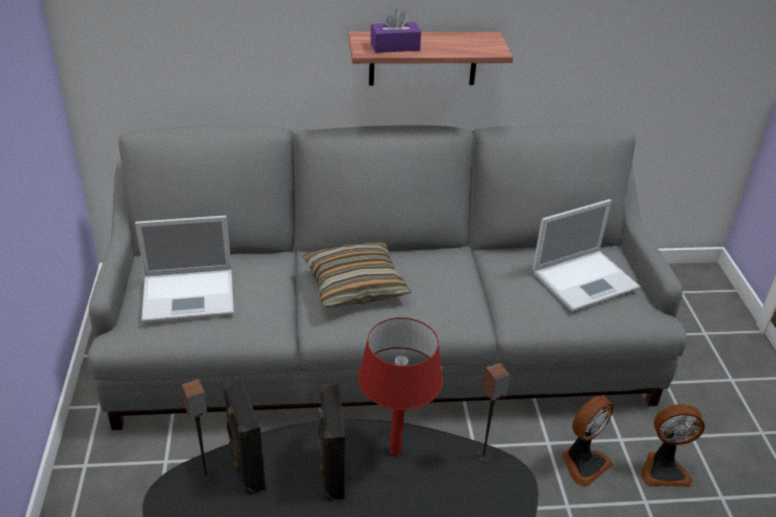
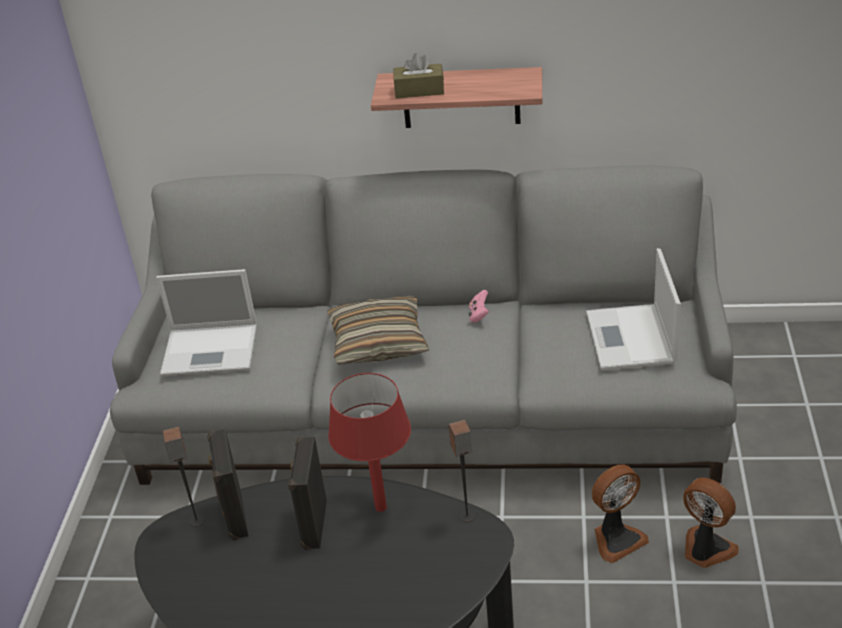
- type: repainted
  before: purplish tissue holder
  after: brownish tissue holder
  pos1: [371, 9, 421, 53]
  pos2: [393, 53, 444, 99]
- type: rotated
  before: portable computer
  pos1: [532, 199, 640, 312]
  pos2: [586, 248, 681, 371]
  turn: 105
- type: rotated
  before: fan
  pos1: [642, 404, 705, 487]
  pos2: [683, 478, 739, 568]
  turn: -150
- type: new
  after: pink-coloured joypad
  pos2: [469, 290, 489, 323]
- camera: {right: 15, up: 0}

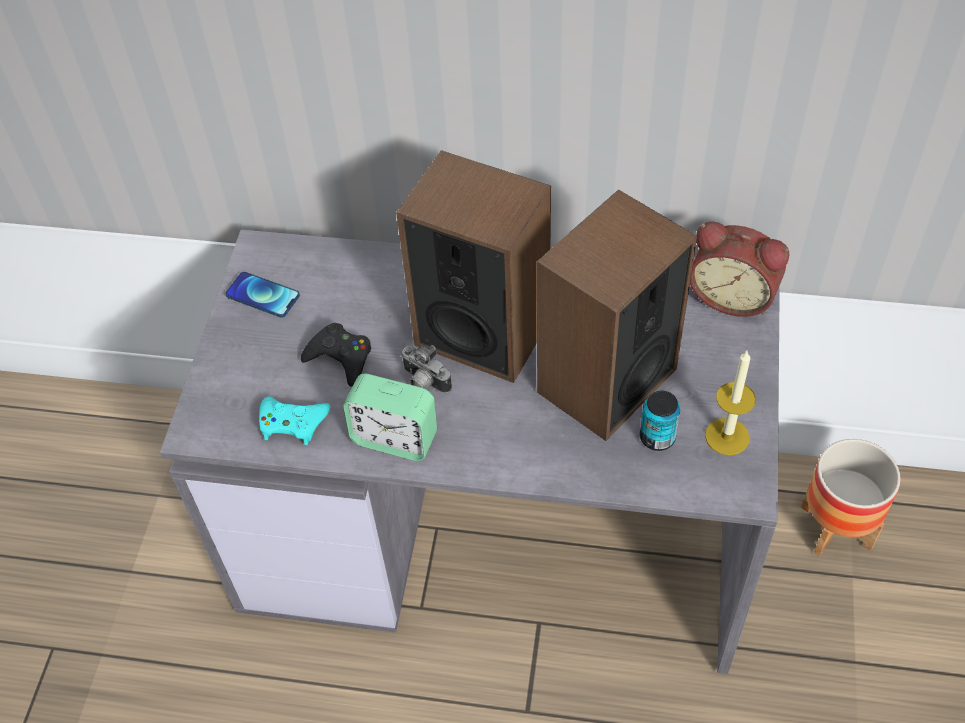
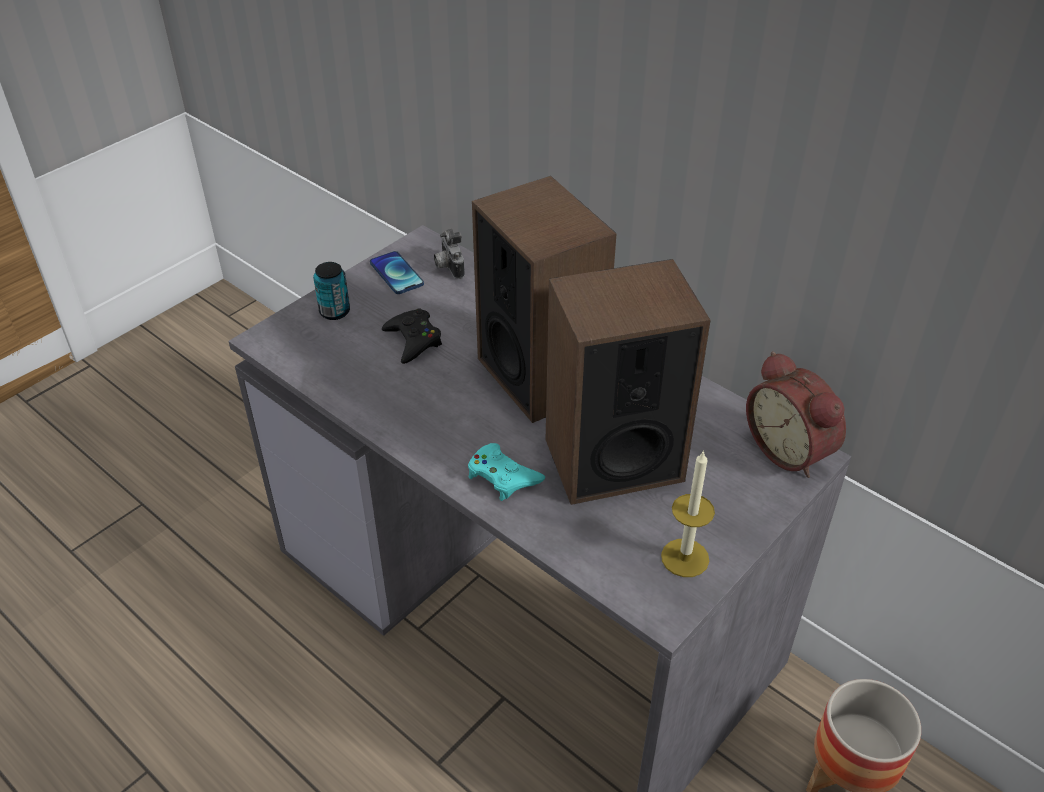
- type: shifted
  before: photo camera
  pos1: [401, 345, 452, 394]
  pos2: [434, 229, 465, 279]
- type: gone
  before: bedside clock
  pos1: [343, 374, 437, 461]
- type: shifted
  before: metal can
  pos1: [640, 391, 680, 451]
  pos2: [313, 262, 350, 320]
- type: shifted
  before: turquoise-coloured joypad
  pos1: [259, 396, 331, 445]
  pos2: [468, 443, 545, 501]
- camera: {right: 30, up: -10}

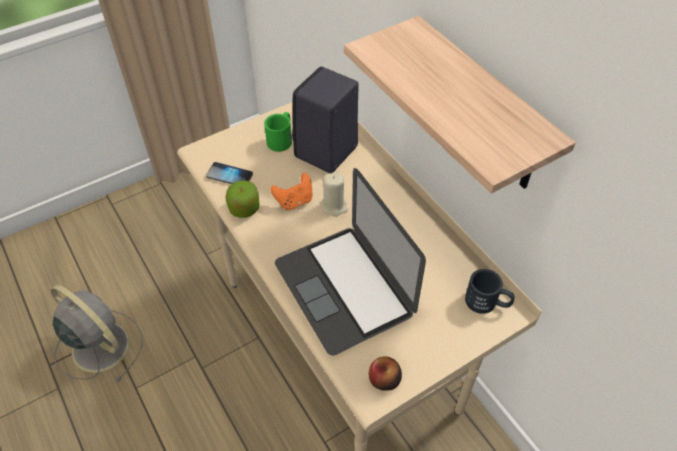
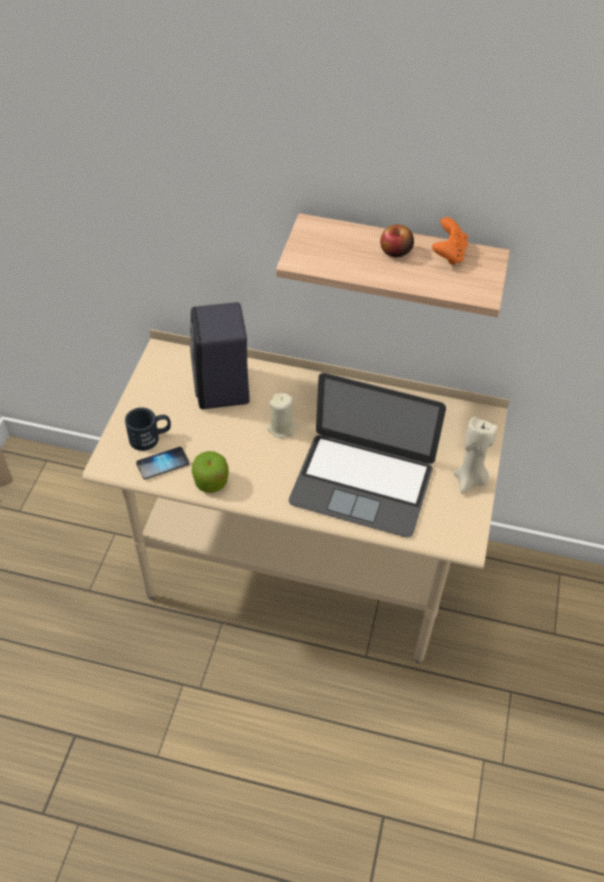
- type: gone
  before: green coffee mug
  pos1: [264, 112, 292, 152]
- type: shifted
  before: orange joypad
  pos1: [270, 173, 312, 210]
  pos2: [432, 217, 468, 266]
- type: shifted
  before: black-coloured coffee mug
  pos1: [465, 269, 515, 314]
  pos2: [125, 407, 171, 451]
- type: gone
  before: grey fan
  pos1: [51, 284, 142, 382]
- type: shifted
  before: apple
  pos1: [369, 356, 402, 391]
  pos2: [380, 225, 414, 257]
- type: new
  after: beige-coloured wax light
  pos2: [453, 417, 498, 494]
- camera: {right: -45, up: 0}

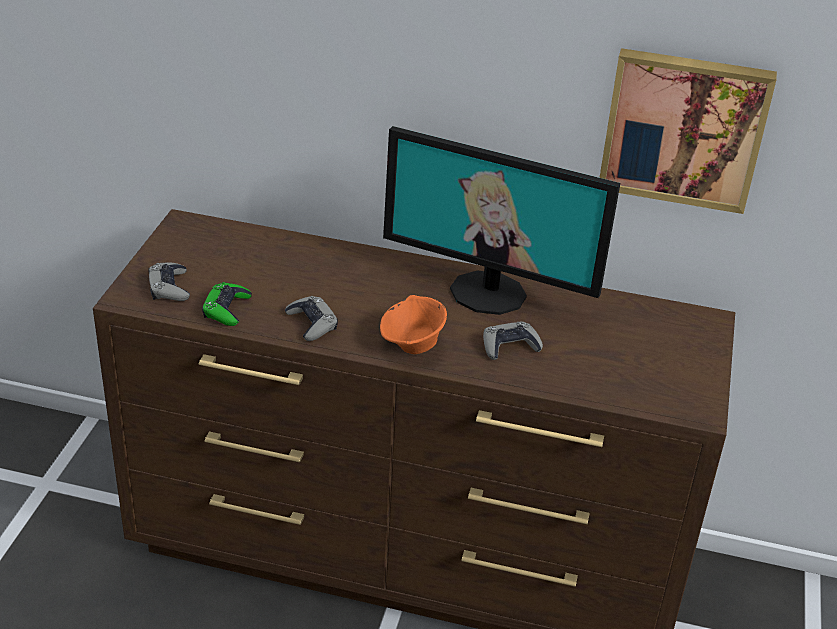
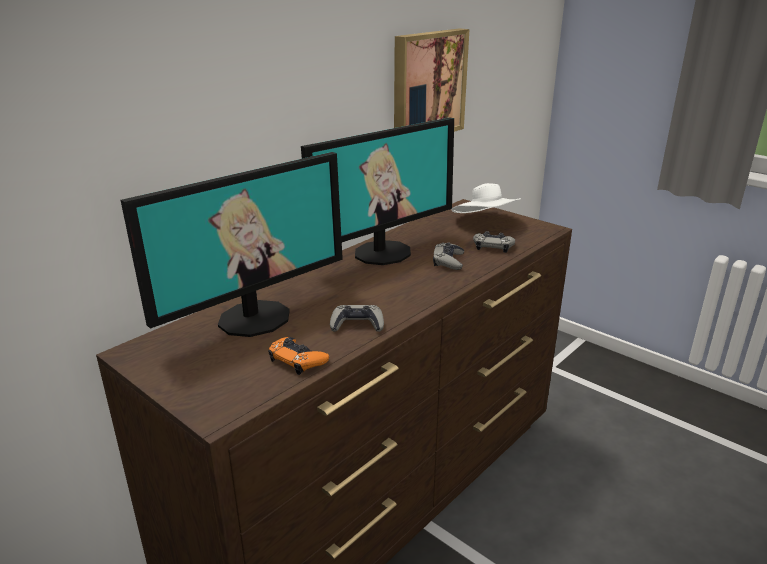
- type: shifted
  before: grey joypad
  pos1: [148, 262, 190, 301]
  pos2: [473, 231, 515, 253]
- type: repainted
  before: green joypad
  after: orange joypad
  pos1: [202, 282, 252, 326]
  pos2: [268, 337, 329, 375]
- type: gone
  before: orange deep dish
  pos1: [380, 295, 447, 354]
- type: new
  after: computer screen
  pos2: [121, 152, 343, 337]
- type: new
  after: white hat
  pos2: [451, 183, 521, 213]
- camera: {right: -60, up: -10}

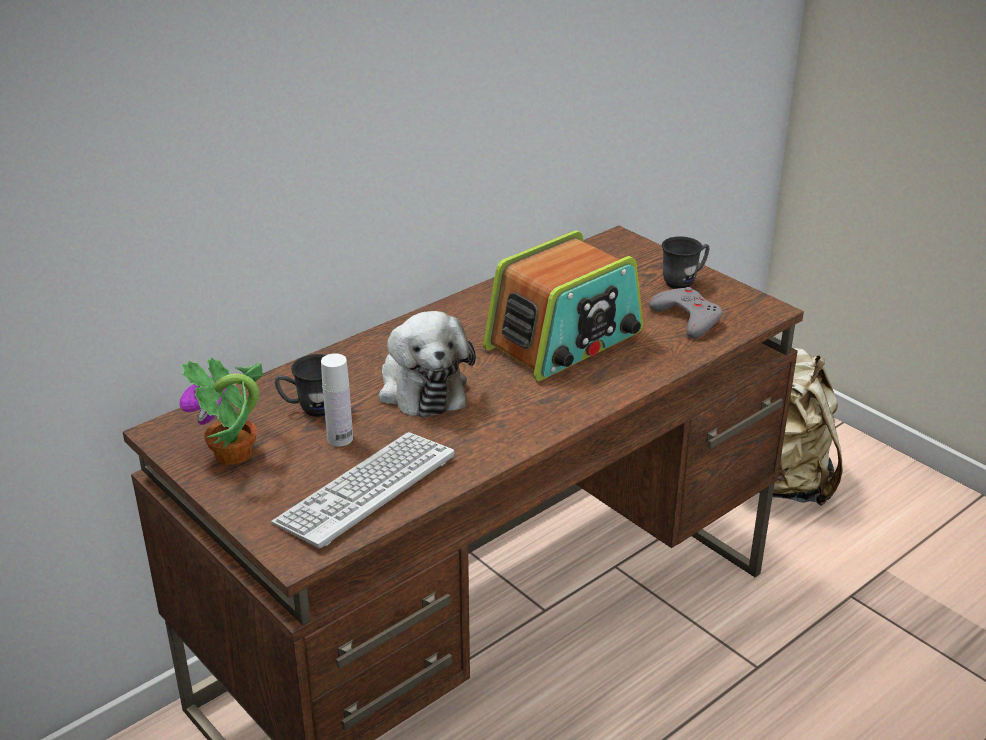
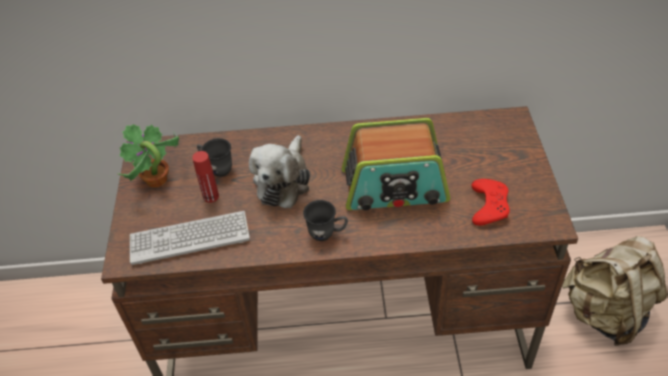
- type: shifted
  before: grey coffee mug
  pos1: [662, 236, 709, 289]
  pos2: [303, 200, 348, 241]
- type: repainted
  before: grey joypad
  after: red-coloured joypad
  pos1: [649, 287, 722, 338]
  pos2: [471, 179, 510, 226]
- type: repainted
  before: white drink bottle
  after: red-coloured drink bottle
  pos1: [321, 353, 353, 447]
  pos2: [192, 151, 219, 203]
- camera: {right: 40, up: 15}

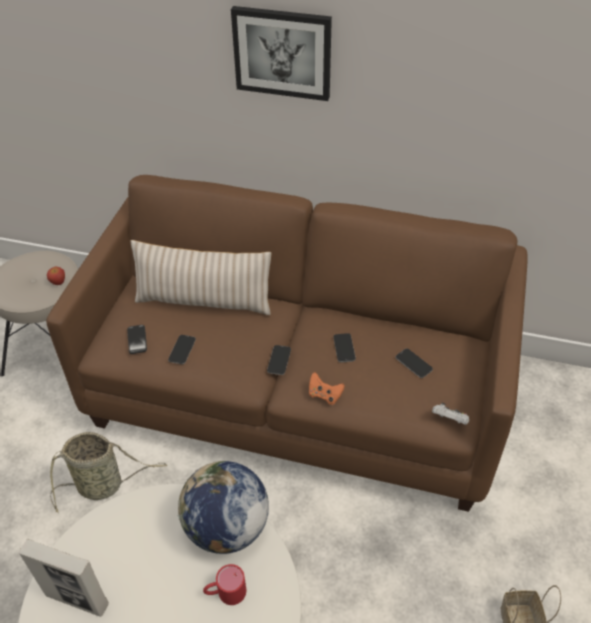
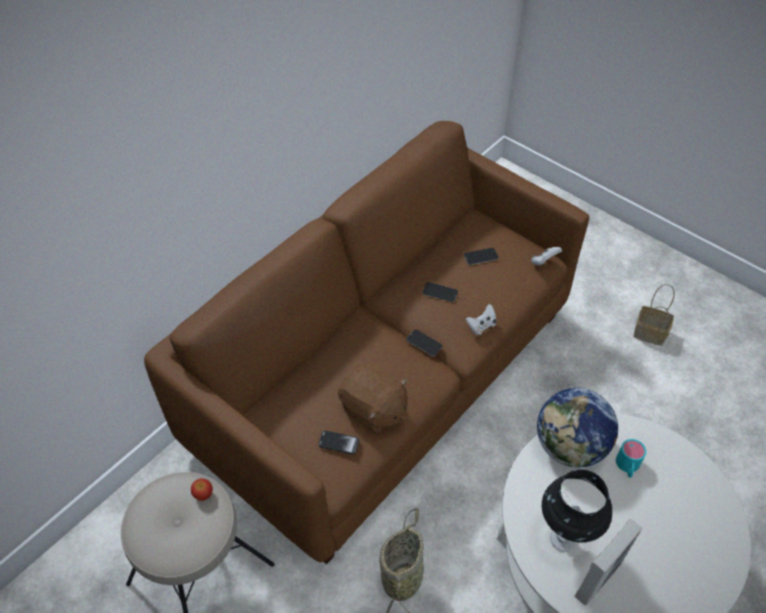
- type: gone
  before: wall art
  pos1: [231, 6, 332, 101]
- type: gone
  before: beige-coloured pillow
  pos1: [131, 240, 271, 315]
- type: swapped
  before: telephone
  after: brownish plush toy
  pos1: [168, 335, 196, 364]
  pos2: [338, 362, 408, 434]
- type: repainted
  before: orange joypad
  after: white joypad
  pos1: [309, 372, 345, 405]
  pos2: [466, 304, 497, 335]
- type: repainted
  before: red-coloured coffee mug
  after: turquoise-coloured coffee mug
  pos1: [203, 564, 246, 605]
  pos2: [616, 439, 646, 478]
- type: new
  after: black-coloured lamp for a table
  pos2: [542, 469, 612, 552]
- camera: {right: -65, up: 5}

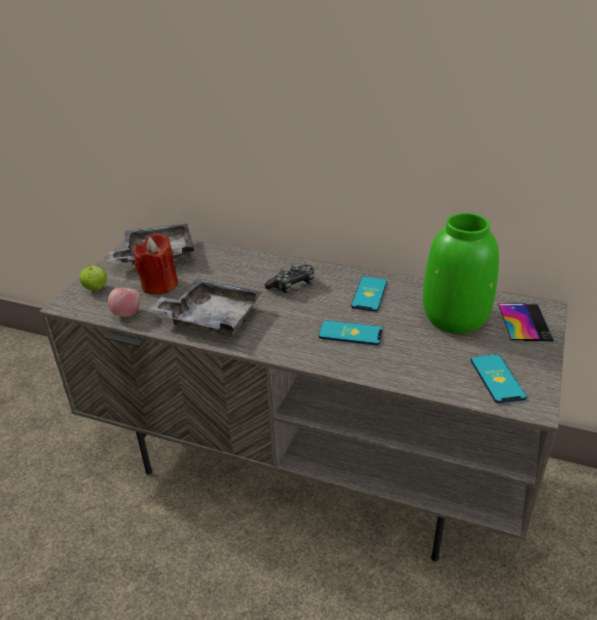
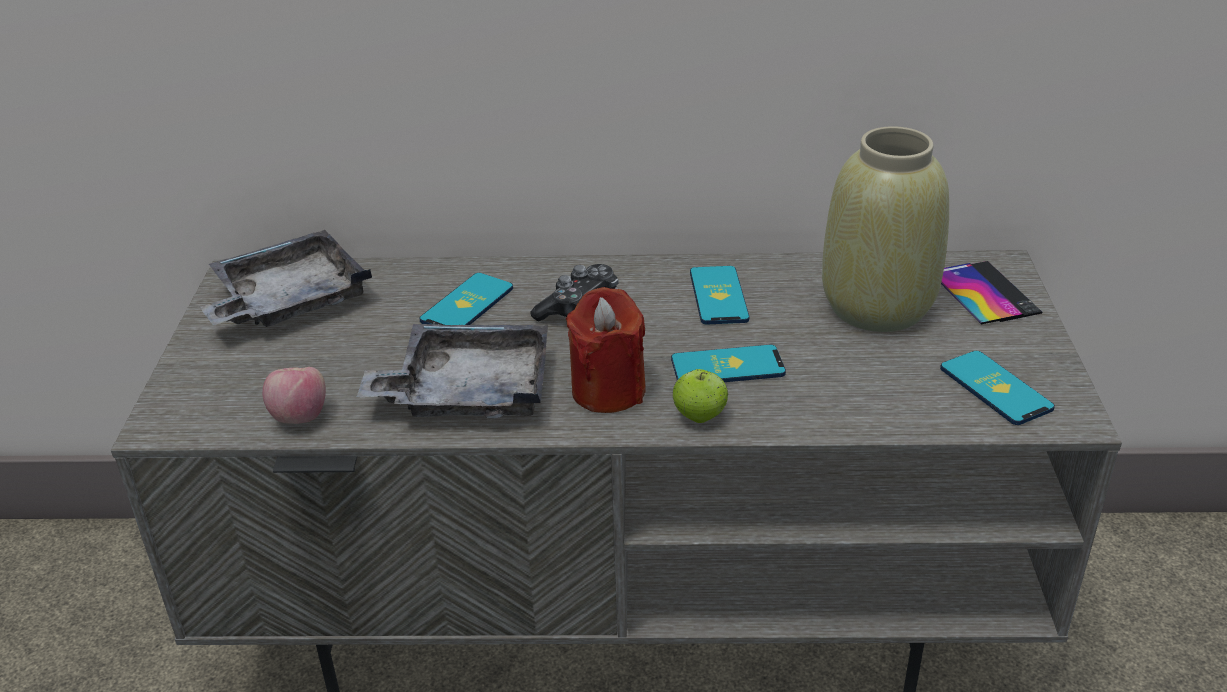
- type: repainted
  before: green vase
  after: beige-coloured vase
  pos1: [423, 213, 499, 334]
  pos2: [822, 126, 949, 332]
- type: shifted
  before: red-coloured wax light
  pos1: [133, 234, 178, 295]
  pos2: [566, 287, 646, 413]
- type: shifted
  before: apple
  pos1: [80, 265, 107, 291]
  pos2: [673, 369, 729, 423]
- type: new
  after: telephone
  pos2: [420, 273, 513, 325]
- camera: {right: -20, up: 0}

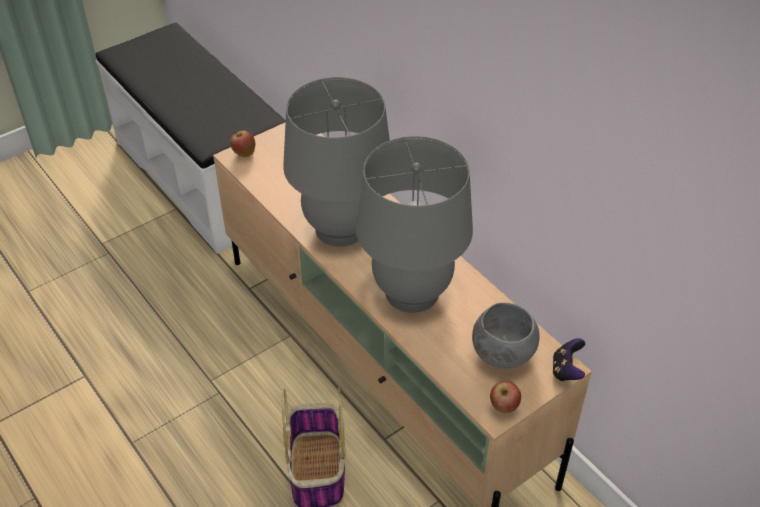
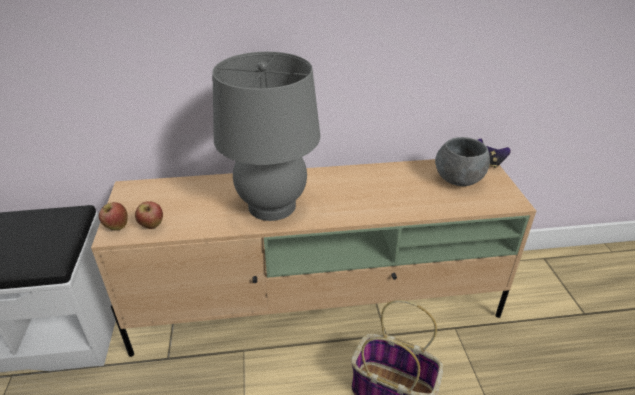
- type: gone
  before: grey lamp for a table
  pos1: [356, 136, 473, 313]
- type: shifted
  before: apple
  pos1: [490, 381, 521, 413]
  pos2: [135, 201, 163, 229]
- camera: {right: -60, up: -10}

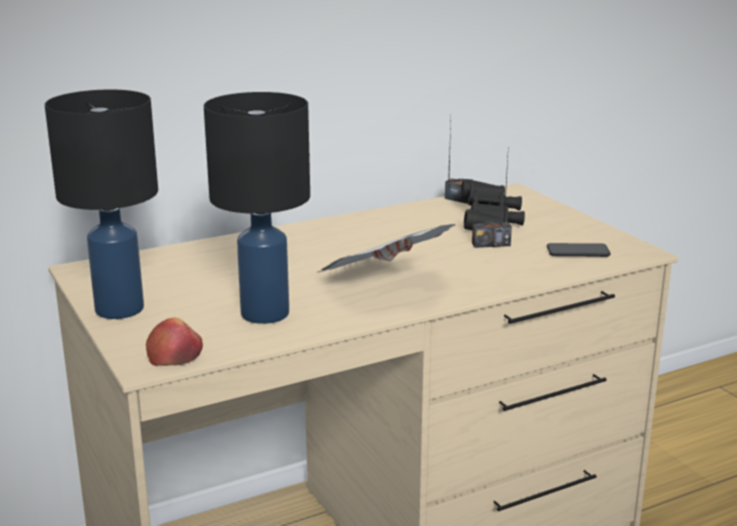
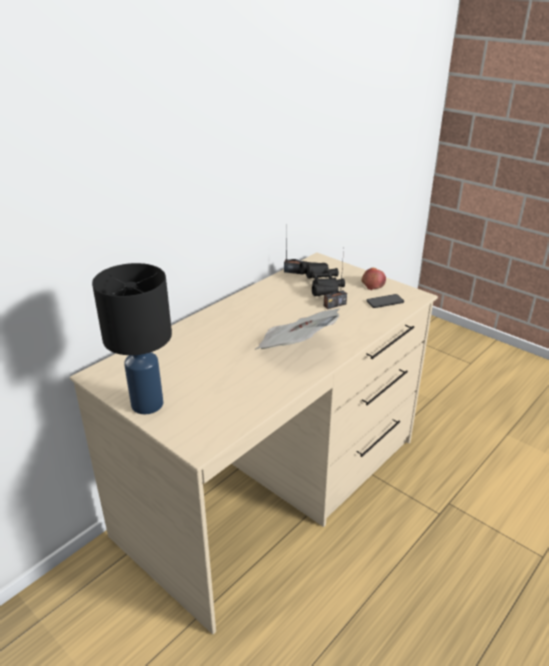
- type: gone
  before: black-coloured lamp for a table
  pos1: [204, 92, 310, 324]
- type: shifted
  before: apple
  pos1: [146, 317, 203, 366]
  pos2: [361, 268, 386, 290]
- camera: {right: -20, up: 10}

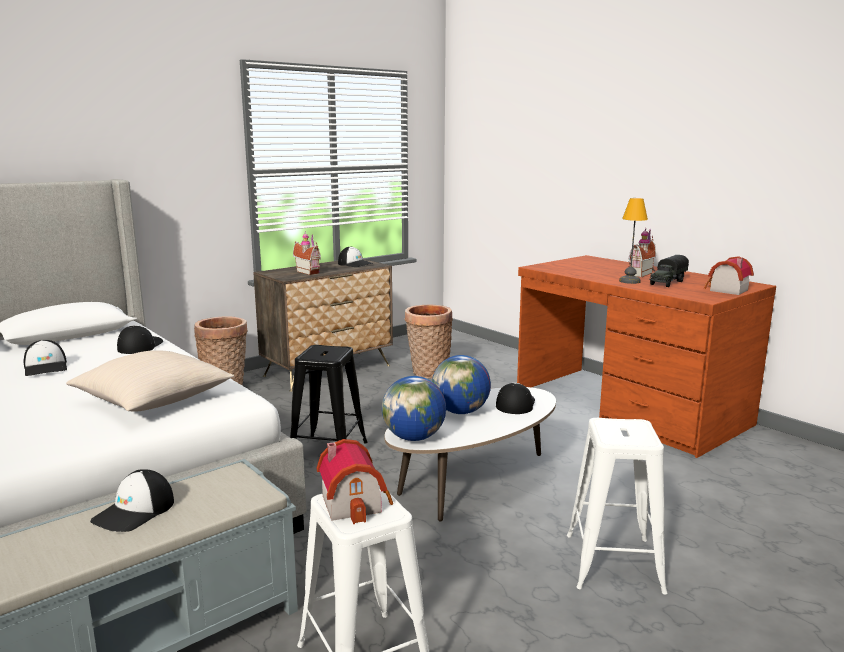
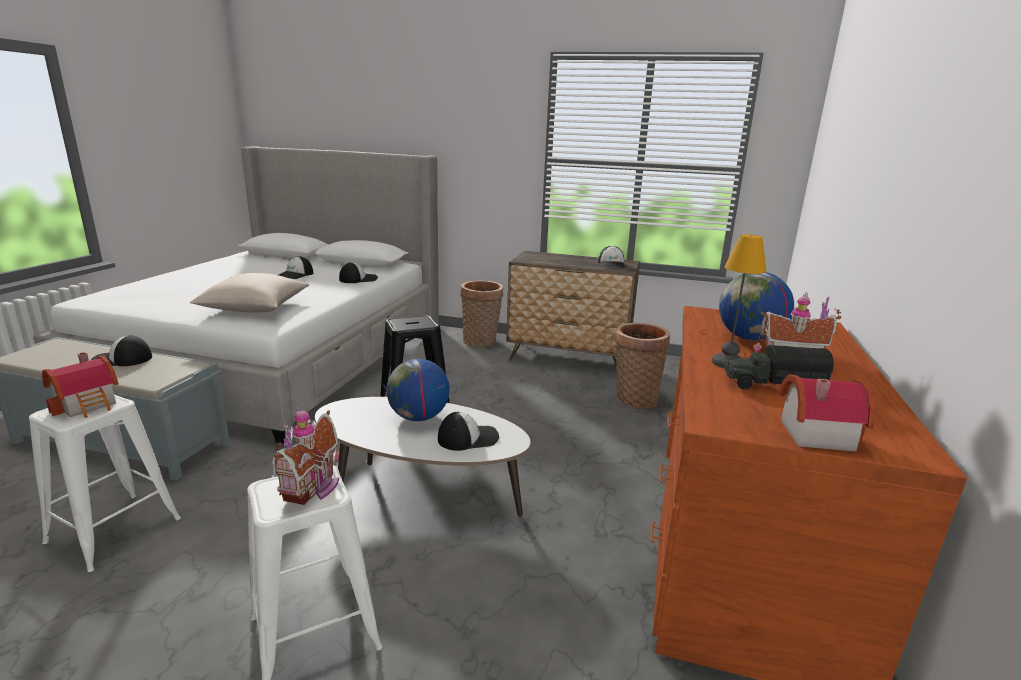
- type: shifted
  before: miniature house
  pos1: [293, 231, 321, 275]
  pos2: [272, 406, 340, 505]
- type: shifted
  before: globe
  pos1: [382, 376, 446, 441]
  pos2: [719, 272, 794, 341]
- camera: {right: 55, up: 5}

